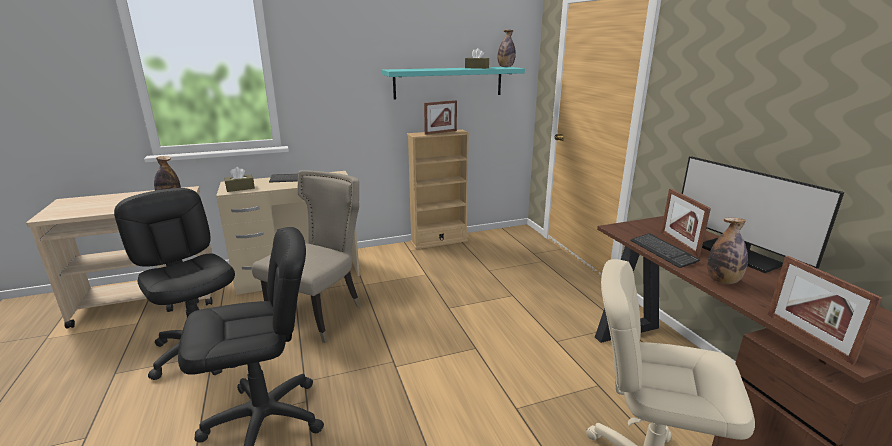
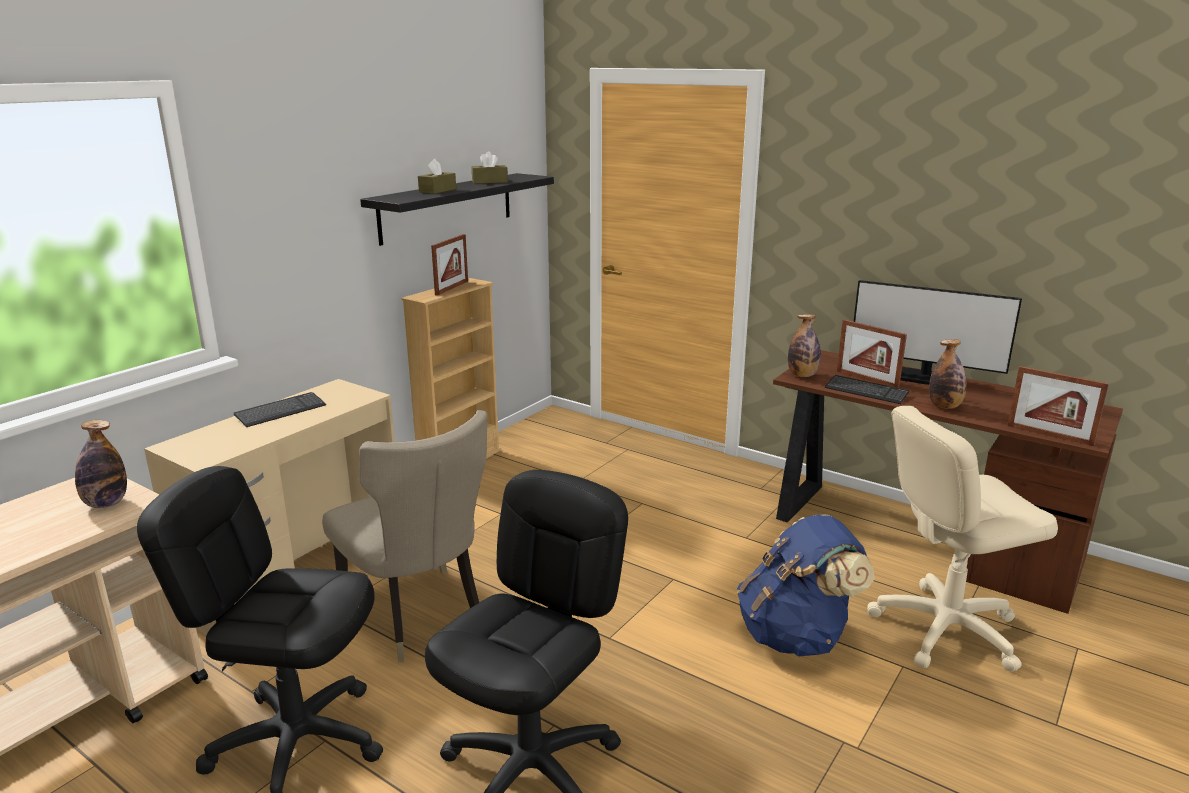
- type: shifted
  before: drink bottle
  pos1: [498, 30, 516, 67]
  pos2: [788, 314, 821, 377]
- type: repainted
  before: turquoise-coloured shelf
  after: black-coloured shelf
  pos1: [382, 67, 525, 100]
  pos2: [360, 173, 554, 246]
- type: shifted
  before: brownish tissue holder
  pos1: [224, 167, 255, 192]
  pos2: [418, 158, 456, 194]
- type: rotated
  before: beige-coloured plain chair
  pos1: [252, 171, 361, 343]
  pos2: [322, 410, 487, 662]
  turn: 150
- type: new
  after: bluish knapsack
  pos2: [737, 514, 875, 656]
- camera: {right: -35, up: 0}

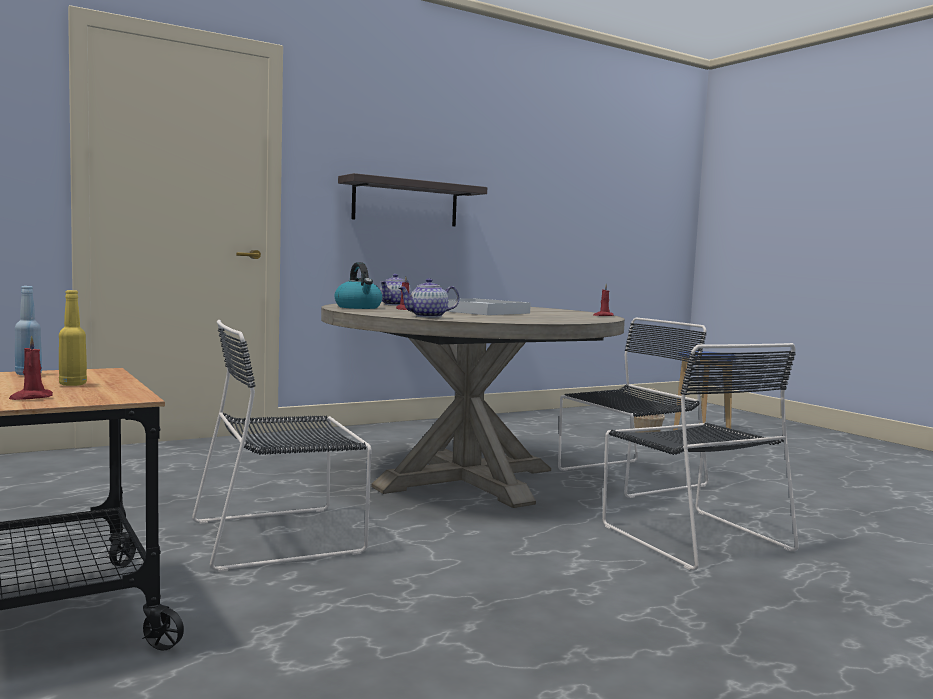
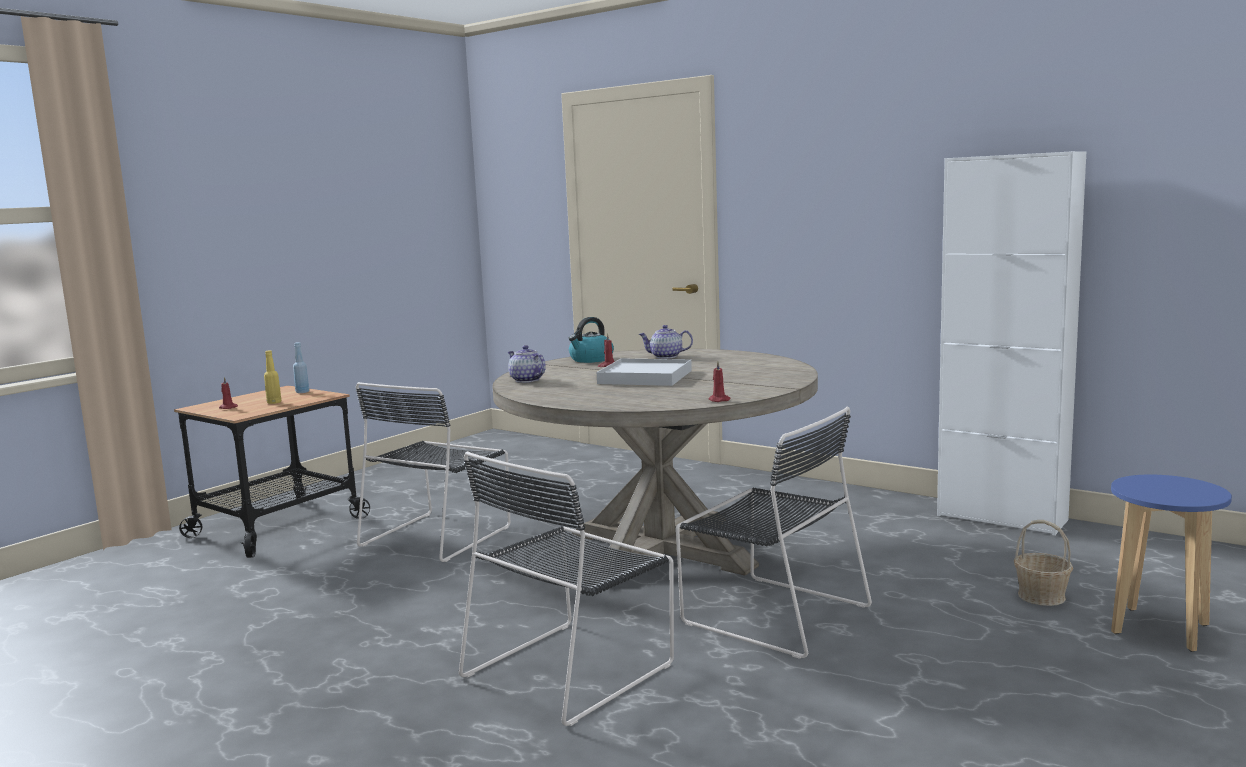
- type: gone
  before: shelf
  pos1: [338, 173, 487, 226]
- type: rotated
  before: black-coloured plain chair
  pos1: [192, 320, 372, 572]
  pos2: [356, 382, 510, 562]
  turn: -105
- type: new
  after: white storage cabinet
  pos2: [937, 151, 1086, 536]
- camera: {right: 70, up: 5}

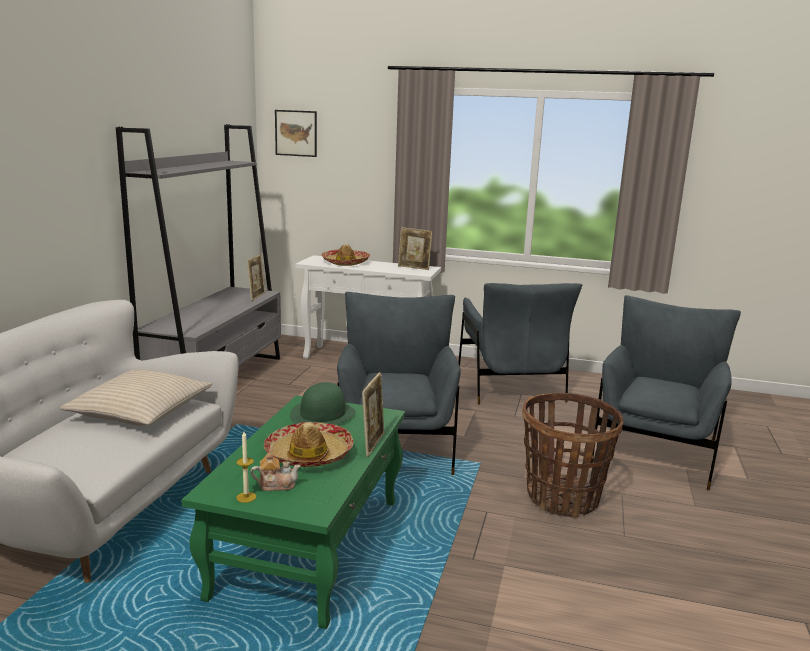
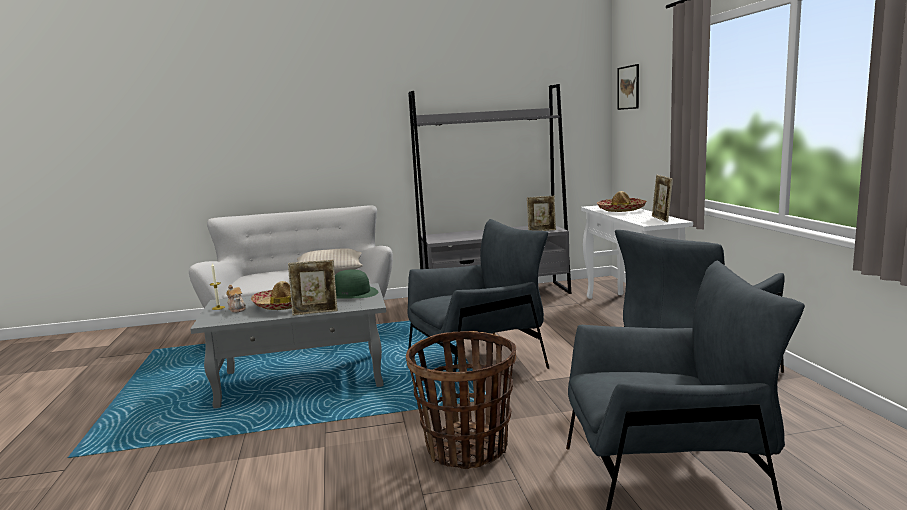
- type: repainted
  before: green low table
  after: grey low table
  pos1: [182, 395, 405, 629]
  pos2: [190, 283, 386, 408]
- camera: {right: 65, up: -5}

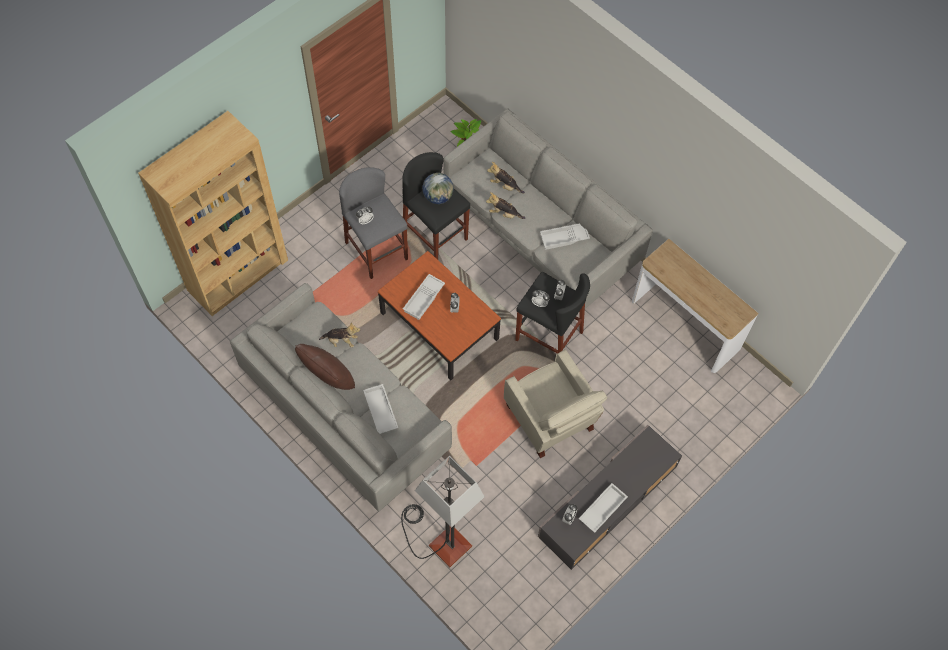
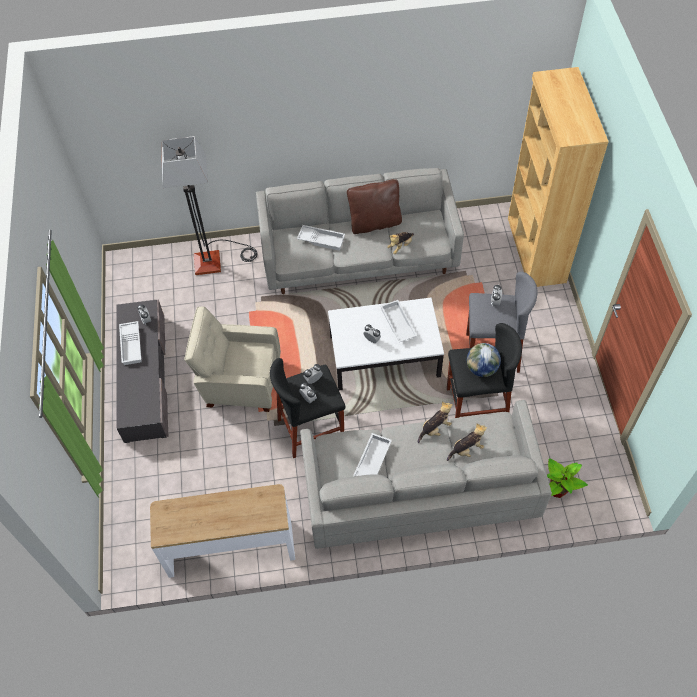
- type: repainted
  before: brownish low table
  after: white low table
  pos1: [378, 251, 501, 380]
  pos2: [328, 298, 444, 391]
- camera: {right: 130, up: -5}

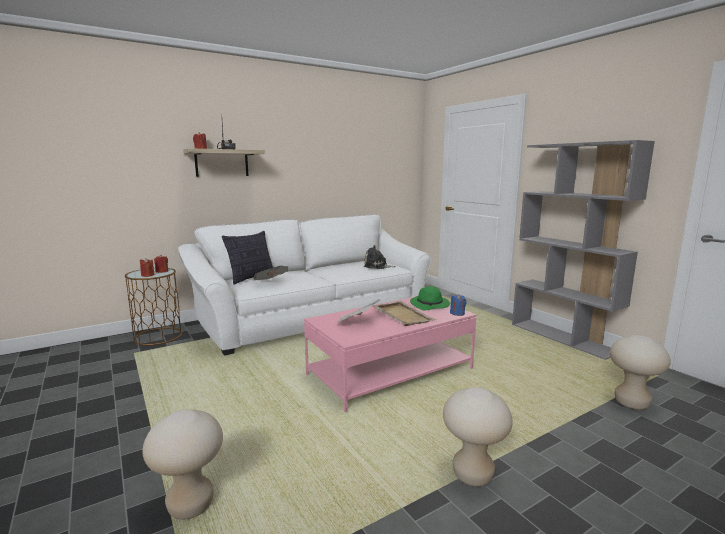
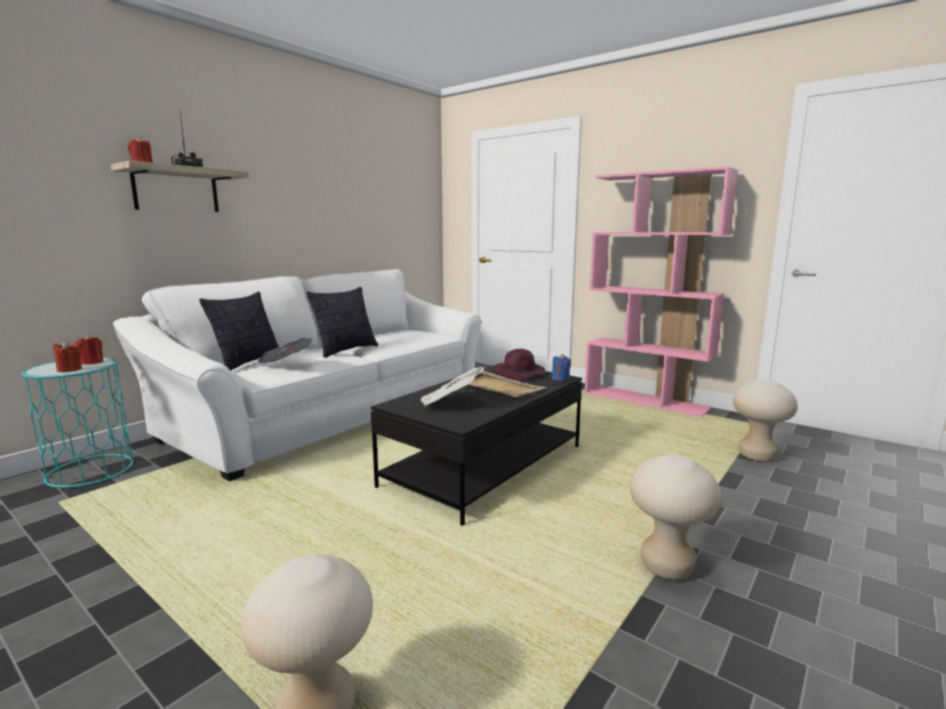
- type: repainted
  before: grey shelving unit
  after: pink-coloured shelving unit
  pos1: [512, 140, 655, 360]
  pos2: [584, 166, 738, 417]
- type: gone
  before: plush toy
  pos1: [364, 245, 396, 269]
- type: repainted
  before: brownish end table
  after: turquoise-coloured end table
  pos1: [125, 268, 182, 345]
  pos2: [22, 357, 134, 488]
- type: repainted
  before: green hat
  after: purplish hat
  pos1: [410, 286, 450, 310]
  pos2: [494, 349, 545, 380]
- type: repainted
  before: pink-coloured low table
  after: black-coloured low table
  pos1: [304, 297, 477, 412]
  pos2: [371, 363, 582, 526]
- type: new
  after: pillow
  pos2: [306, 287, 378, 358]
- camera: {right: -20, up: 0}

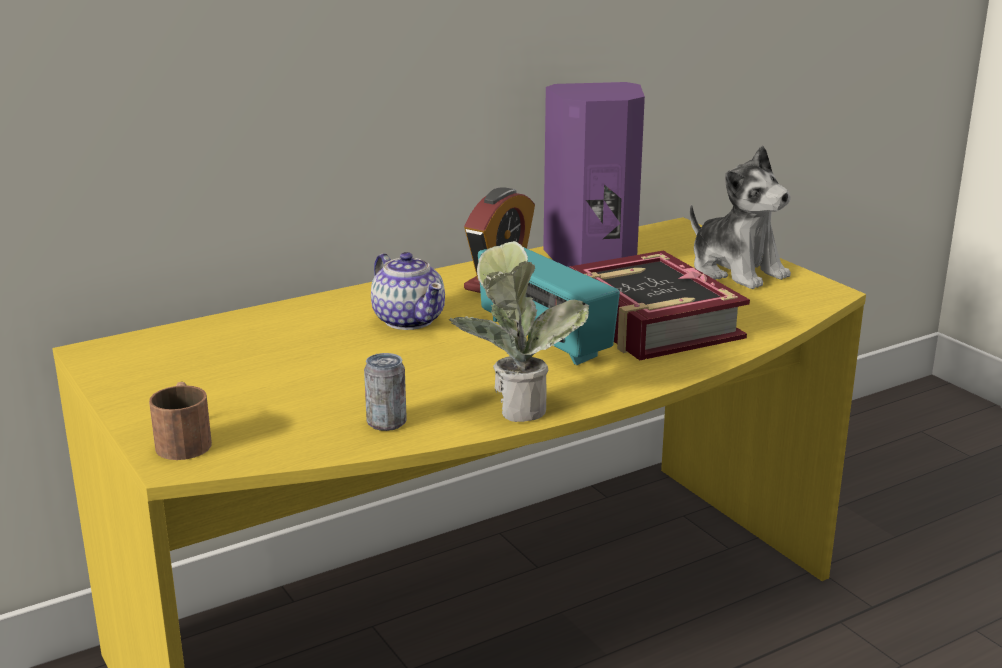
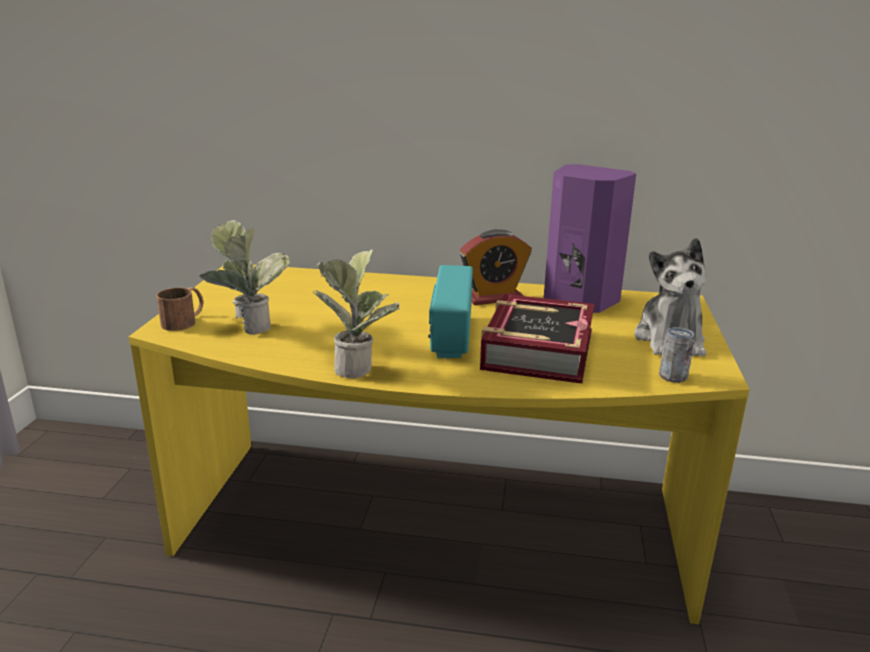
- type: gone
  before: tea pot
  pos1: [371, 252, 445, 330]
- type: shifted
  before: metal can
  pos1: [364, 353, 407, 431]
  pos2: [659, 327, 695, 383]
- type: new
  after: plant in a pot
  pos2: [200, 220, 291, 335]
- camera: {right: 40, up: 0}

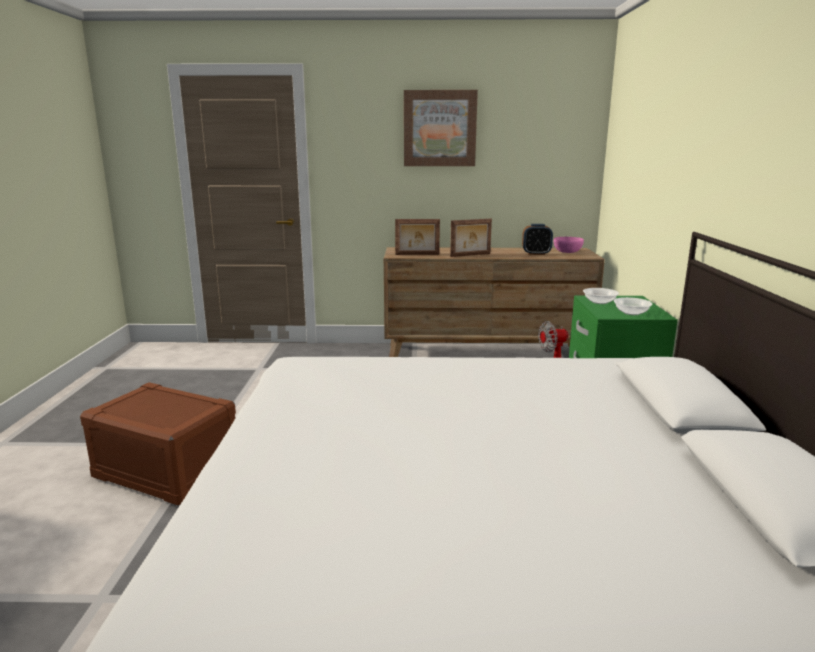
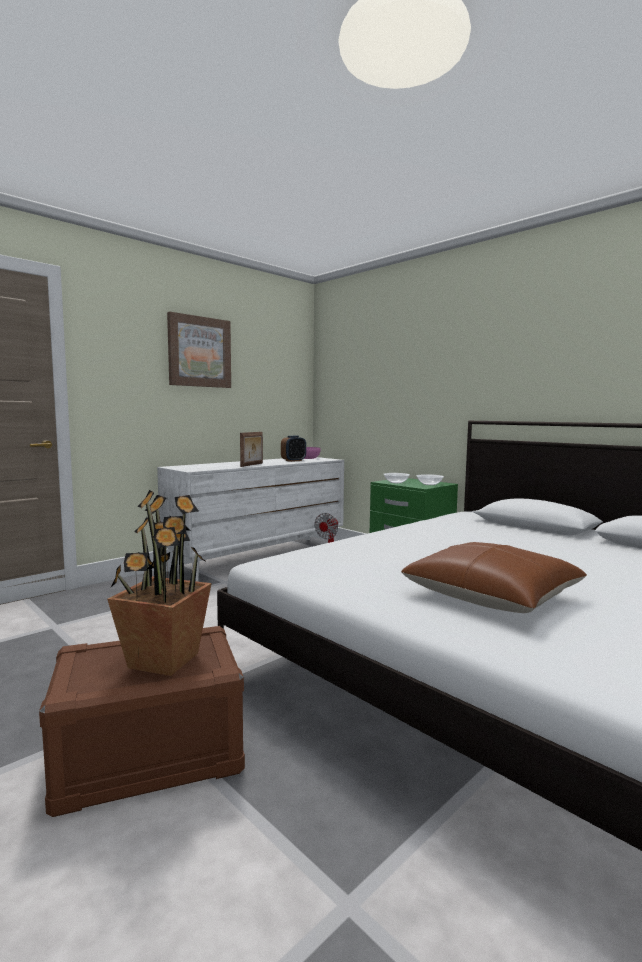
- type: gone
  before: photo frame
  pos1: [395, 219, 440, 255]
- type: repainted
  before: brownish dresser
  after: white dresser
  pos1: [384, 247, 605, 357]
  pos2: [157, 457, 344, 582]
- type: new
  after: plant in a pot
  pos2: [107, 490, 212, 676]
- type: new
  after: brownish pillow
  pos2: [401, 542, 587, 613]
- camera: {right: -45, up: -10}

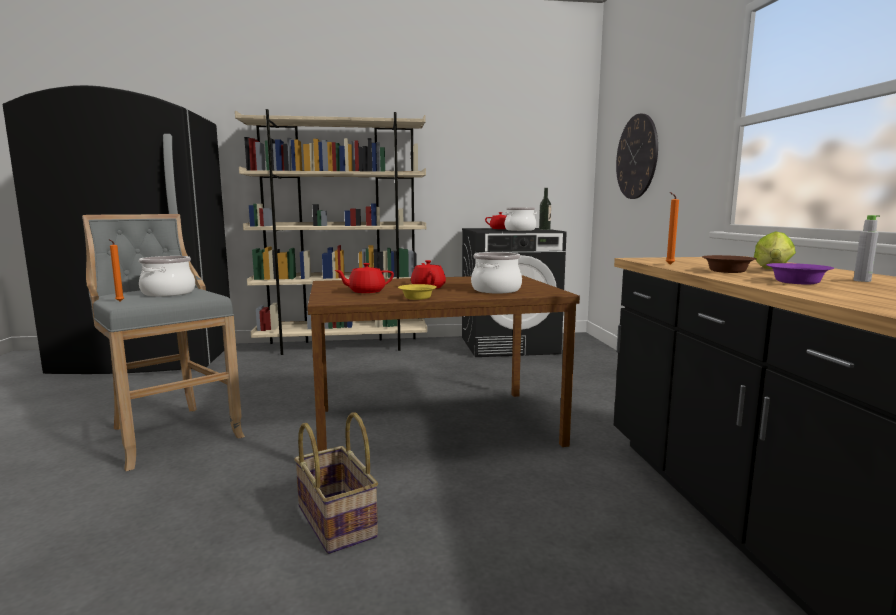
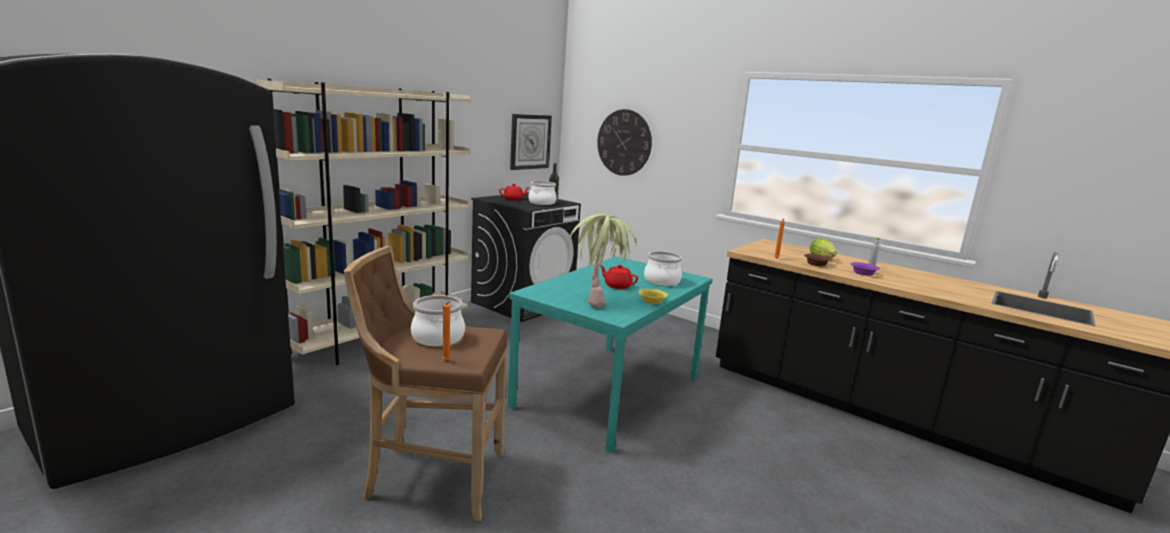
- type: repainted
  before: grey sitting stool
  after: brownish sitting stool
  pos1: [82, 214, 245, 471]
  pos2: [343, 246, 507, 521]
- type: swapped
  before: red-coloured tea pot
  after: plant in a pot
  pos1: [334, 263, 394, 293]
  pos2: [569, 213, 637, 309]
- type: repainted
  before: brownish dining table
  after: turquoise-coloured dining table
  pos1: [307, 275, 580, 451]
  pos2: [508, 256, 712, 453]
- type: gone
  before: basket
  pos1: [294, 412, 378, 554]
- type: new
  after: clock on the wall
  pos2: [510, 114, 552, 170]
- camera: {right: -45, up: 5}

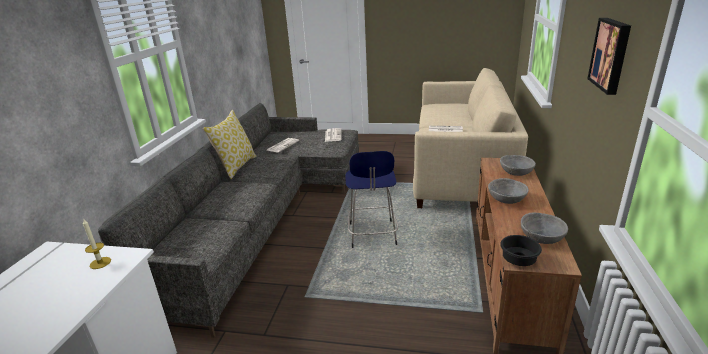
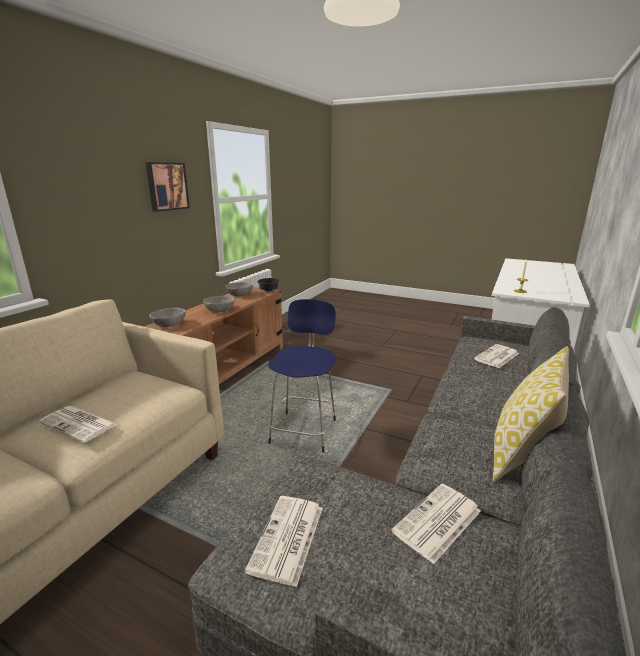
- type: new
  after: printed paper
  pos2: [474, 344, 519, 368]
- camera: {right: -165, up: -5}

